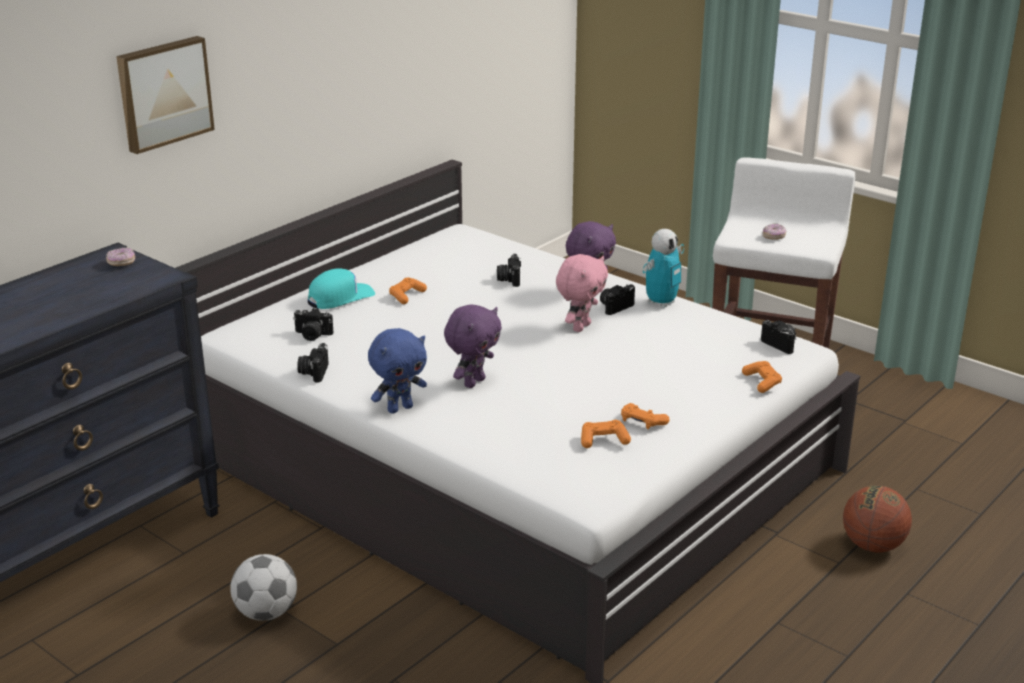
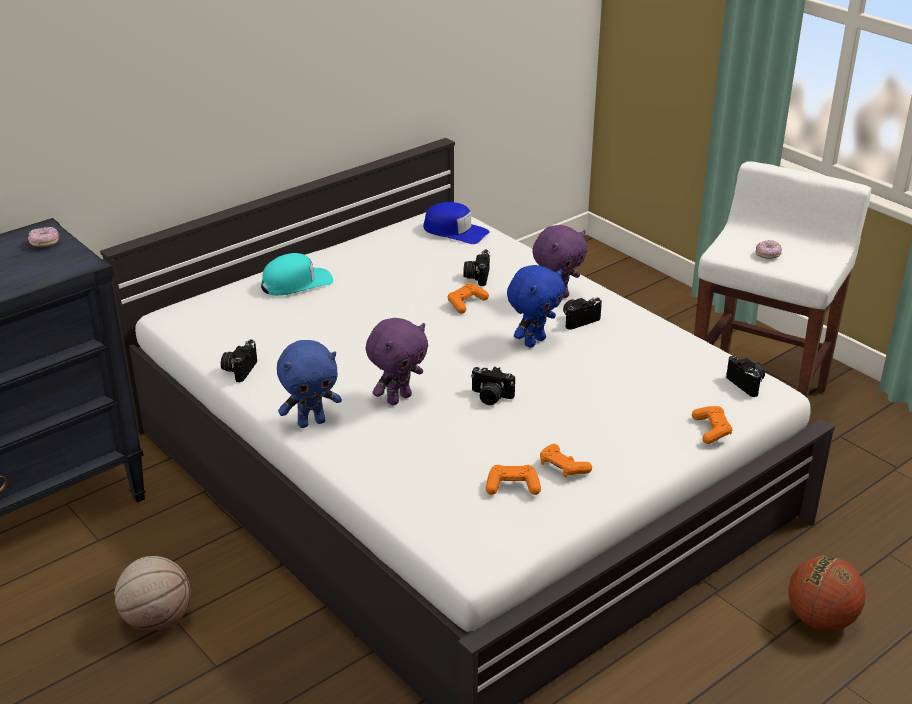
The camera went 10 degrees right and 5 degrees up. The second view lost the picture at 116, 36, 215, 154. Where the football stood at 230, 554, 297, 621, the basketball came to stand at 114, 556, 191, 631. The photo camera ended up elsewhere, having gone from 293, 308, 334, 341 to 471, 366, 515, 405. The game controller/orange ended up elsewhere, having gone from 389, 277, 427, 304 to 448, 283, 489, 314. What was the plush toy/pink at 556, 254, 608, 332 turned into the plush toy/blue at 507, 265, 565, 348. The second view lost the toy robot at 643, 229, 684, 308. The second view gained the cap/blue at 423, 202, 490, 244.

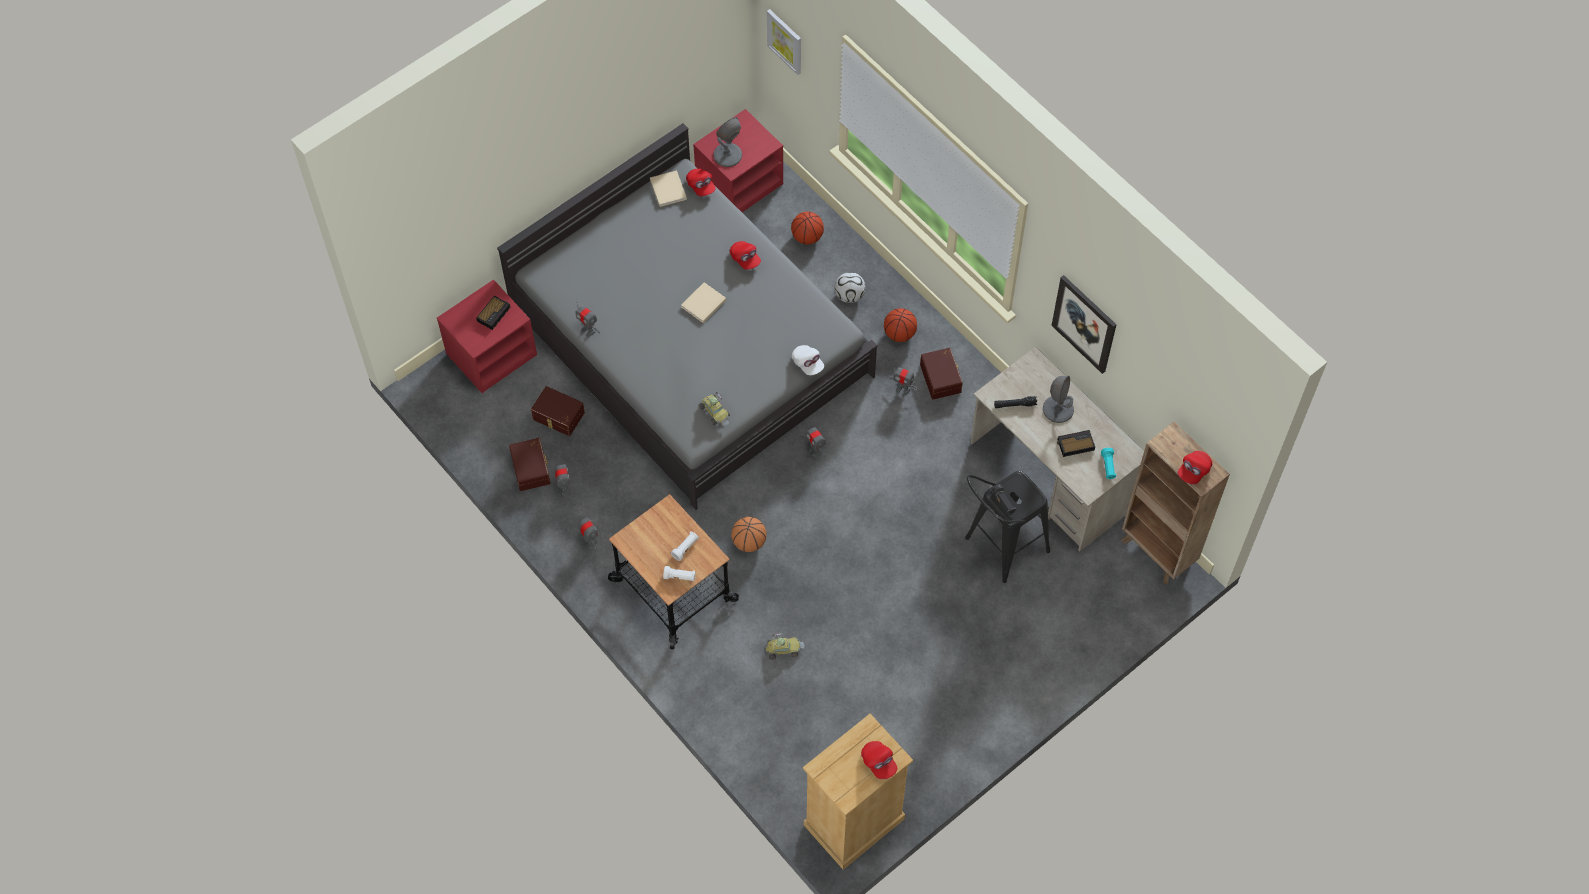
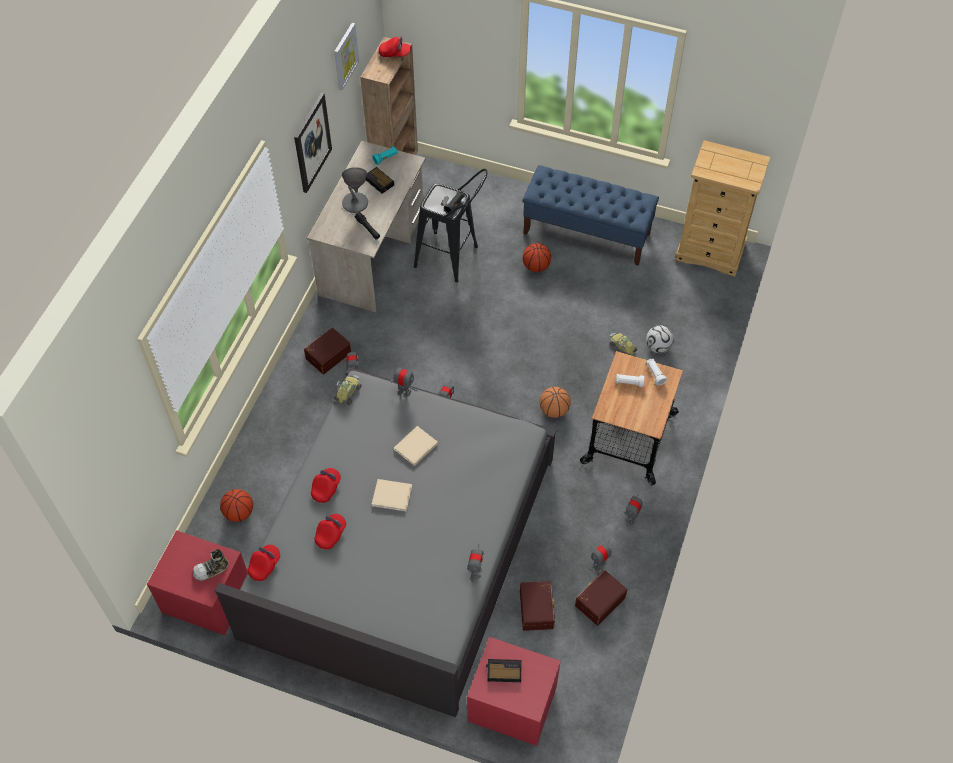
The camera went 120 degrees left and 5 degrees down. The book/beige ended up elsewhere, having gone from 650, 170, 687, 207 to 394, 426, 438, 466. The toy car ended up elsewhere, having gone from 699, 392, 730, 426 to 334, 375, 361, 405. Where the table lamp/grey stood at 713, 117, 742, 167, the shoe came to stand at 193, 549, 228, 581. The picture ended up elsewhere, having gone from 767, 9, 801, 75 to 334, 23, 359, 90. Where the cap/white stood at 792, 345, 824, 375, the toy robot came to stand at 390, 365, 417, 397. The football ended up elsewhere, having gone from 835, 272, 865, 303 to 646, 325, 674, 353. The cap/red ended up elsewhere, having gone from 861, 741, 897, 779 to 314, 514, 346, 549. The basketball ended up elsewhere, having gone from 884, 308, 917, 342 to 523, 243, 551, 272. The second view gained the bench/blue at 523, 165, 659, 266.

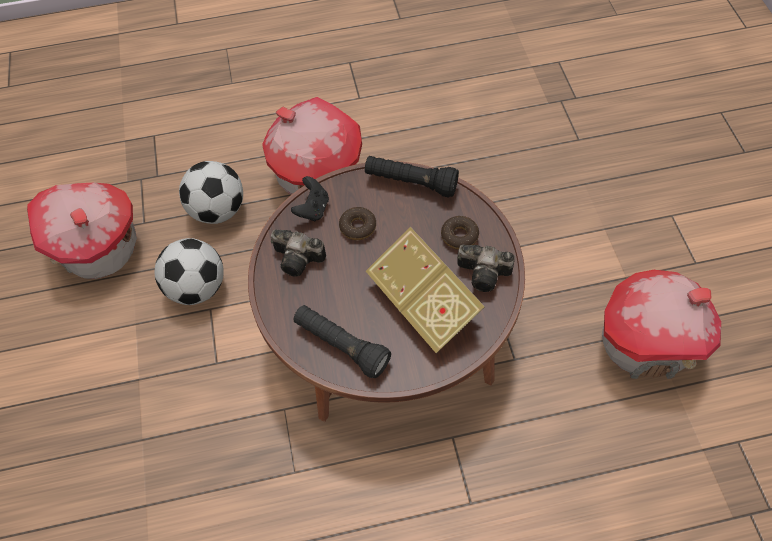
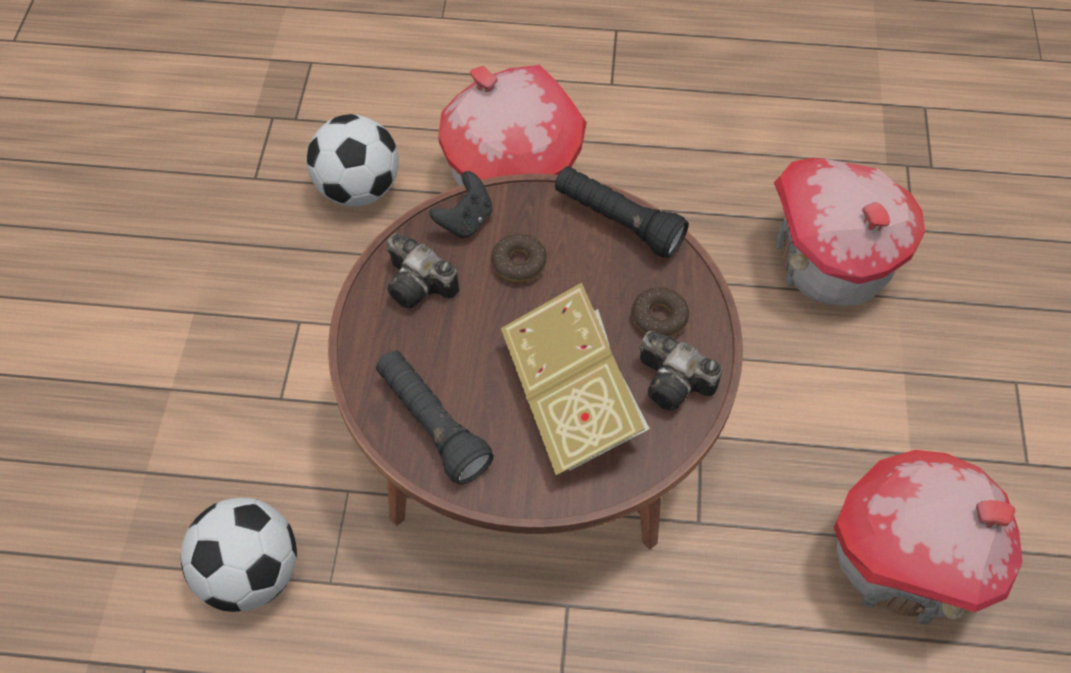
The camera went 15 degrees right and 0 degrees up. The toy house ended up elsewhere, having gone from 27, 183, 137, 279 to 774, 158, 925, 306. The football ended up elsewhere, having gone from 155, 238, 224, 305 to 181, 498, 297, 612.

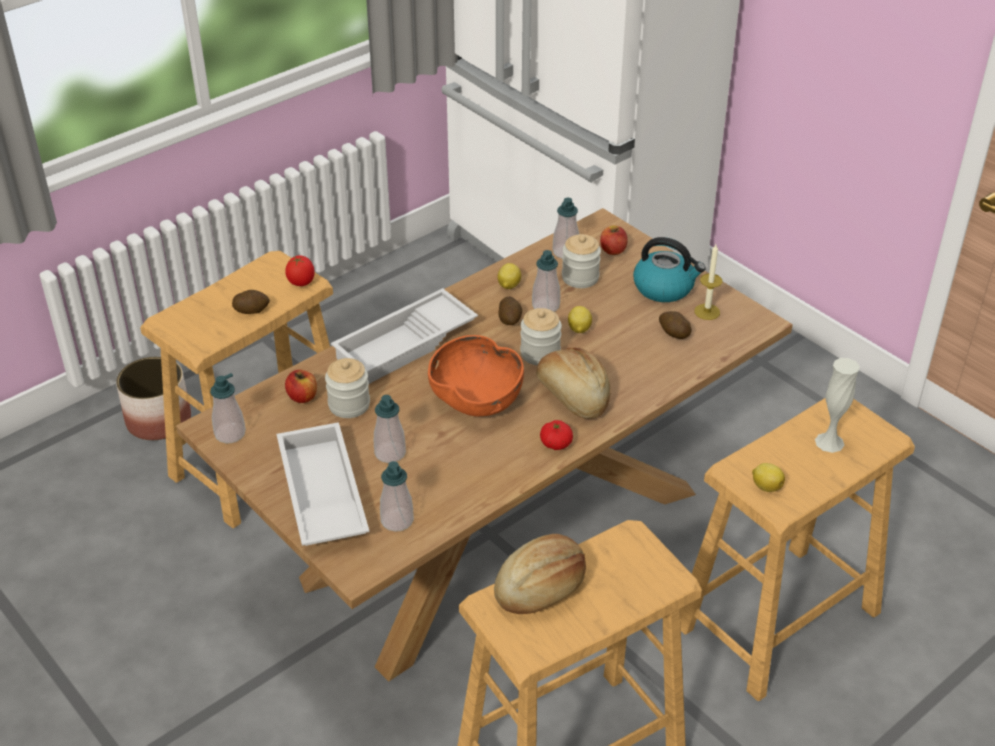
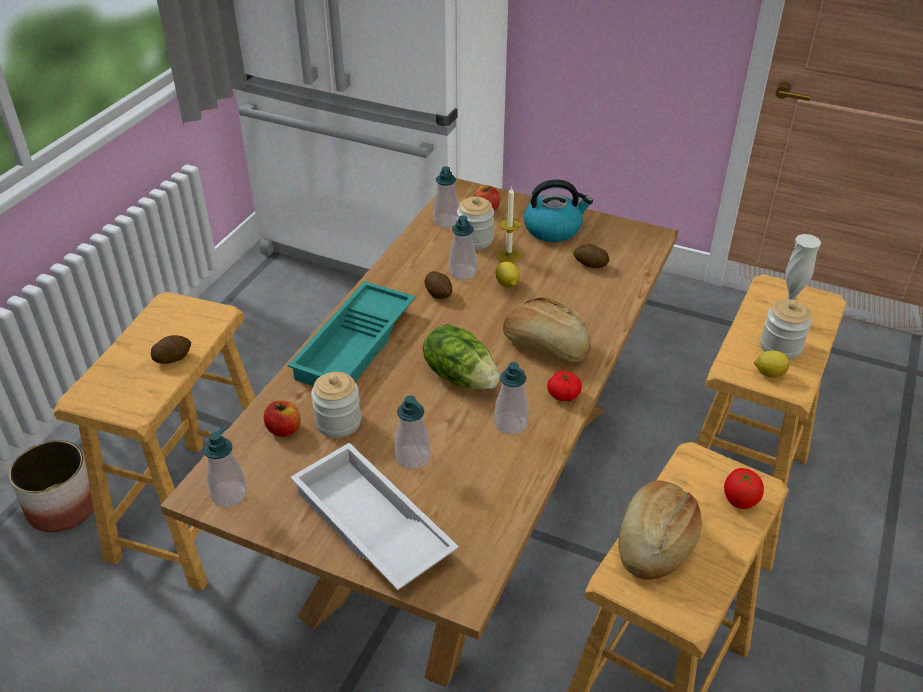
The camera went 25 degrees left and 0 degrees up. The tomato ended up elsewhere, having gone from 285, 255, 315, 286 to 724, 468, 764, 509. What was the tray/white at 331, 288, 478, 384 turned into the tray/turquoise at 288, 281, 415, 386. The soap dispenser ended up elsewhere, having gone from 380, 461, 414, 532 to 494, 362, 528, 434. Where the bowl/orange stood at 428, 335, 524, 416, the lettuce came to stand at 423, 324, 500, 389. The second view lost the lemon at 498, 263, 521, 289. The jar ended up elsewhere, having gone from 520, 308, 562, 366 to 760, 299, 812, 359. The candle ended up elsewhere, having gone from 694, 244, 722, 320 to 497, 186, 521, 263.

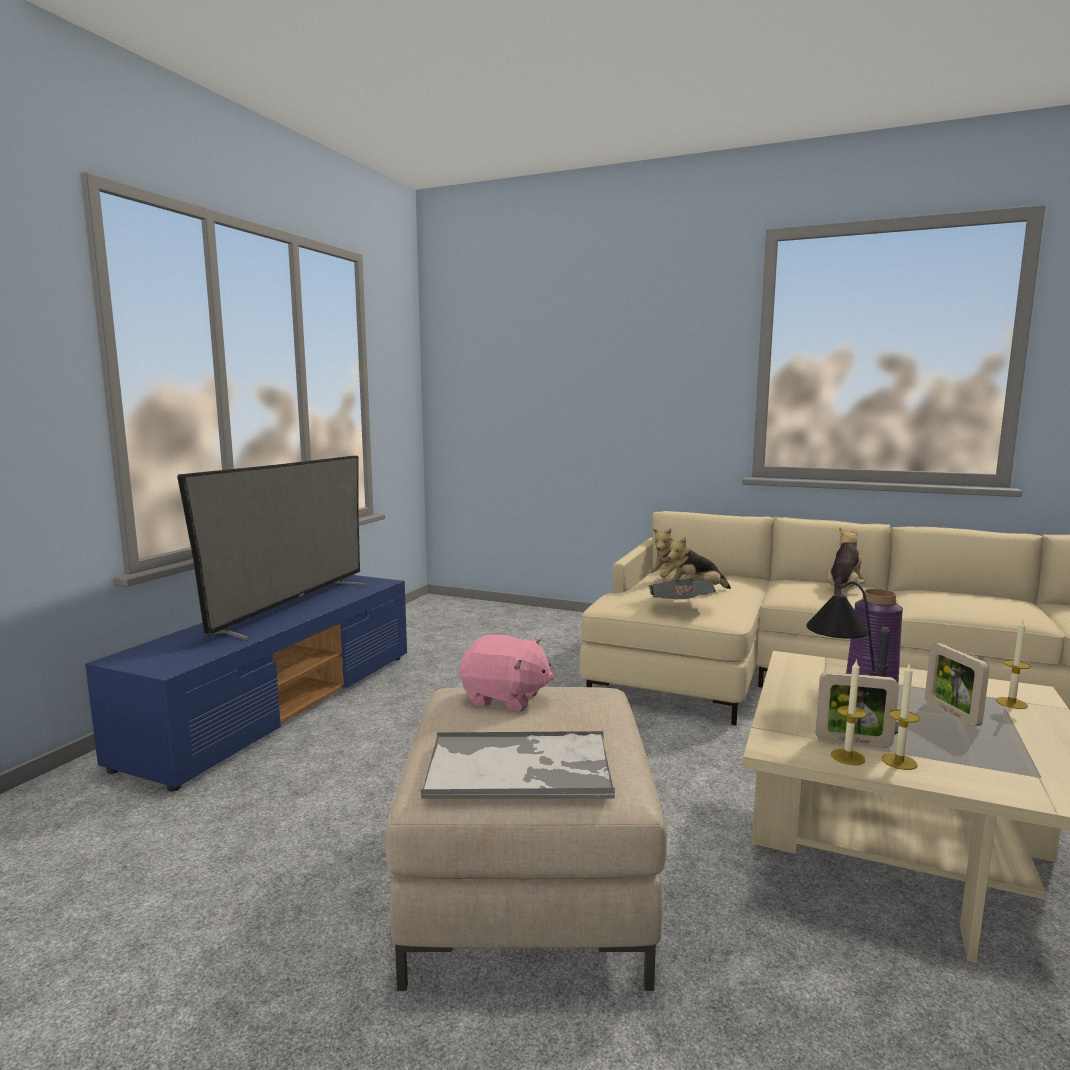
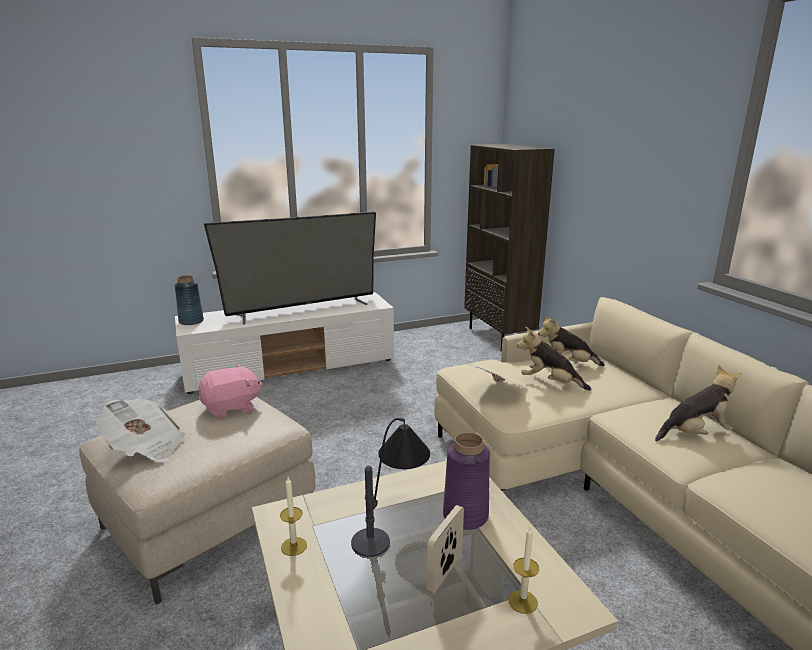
The camera went 45 degrees right and 10 degrees up. What was the tv stand/blue at 85, 575, 407, 792 turned into the tv stand/white at 175, 292, 394, 394. Where the tray stood at 421, 731, 615, 799, the newspaper came to stand at 96, 399, 185, 462. The plush toy/pink at 460, 635, 554, 711 ended up facing another way, 90 degrees counterclockwise from before. The second view lost the picture frame at 816, 672, 899, 748. The second view lost the candle at 882, 662, 920, 770. The second view gained the vase/blue at 175, 275, 204, 325. The second view gained the bookcase/brown at 464, 144, 555, 351.

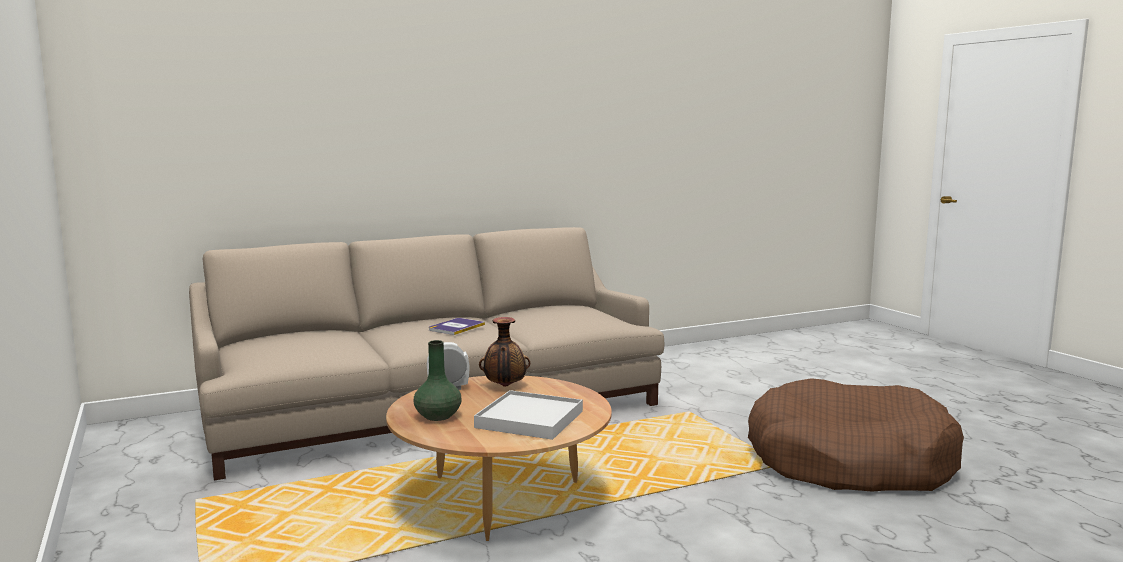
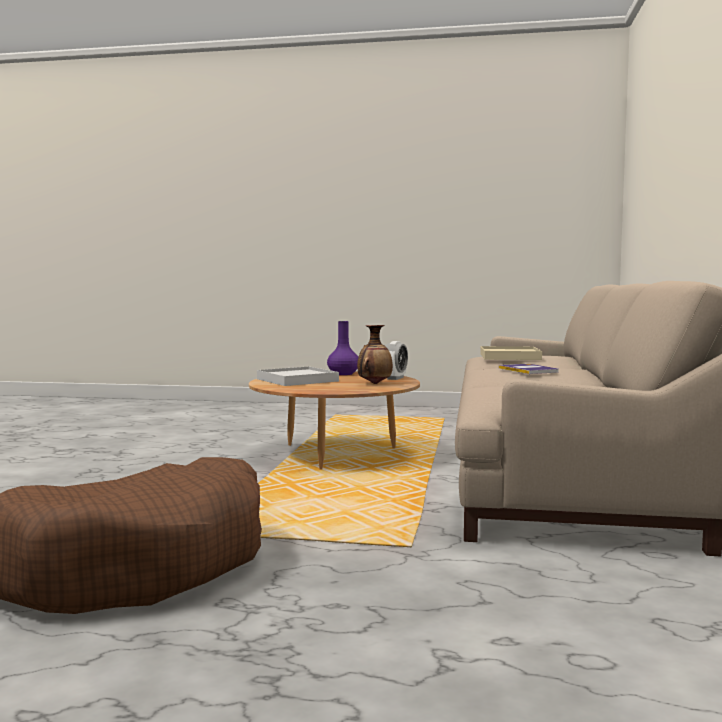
The camera went 125 degrees right and 5 degrees down. What was the vase/green at 414, 340, 462, 421 turned into the vase/purple at 327, 321, 358, 375. The second view gained the tray/beige at 480, 346, 542, 360.

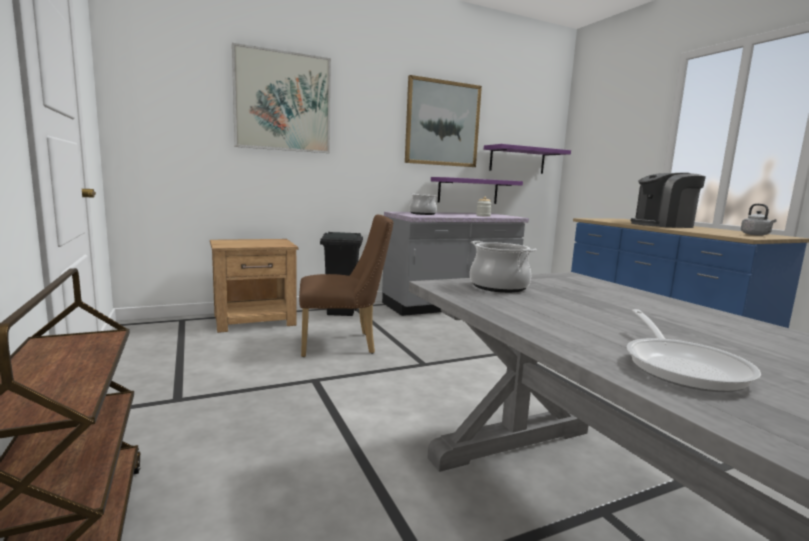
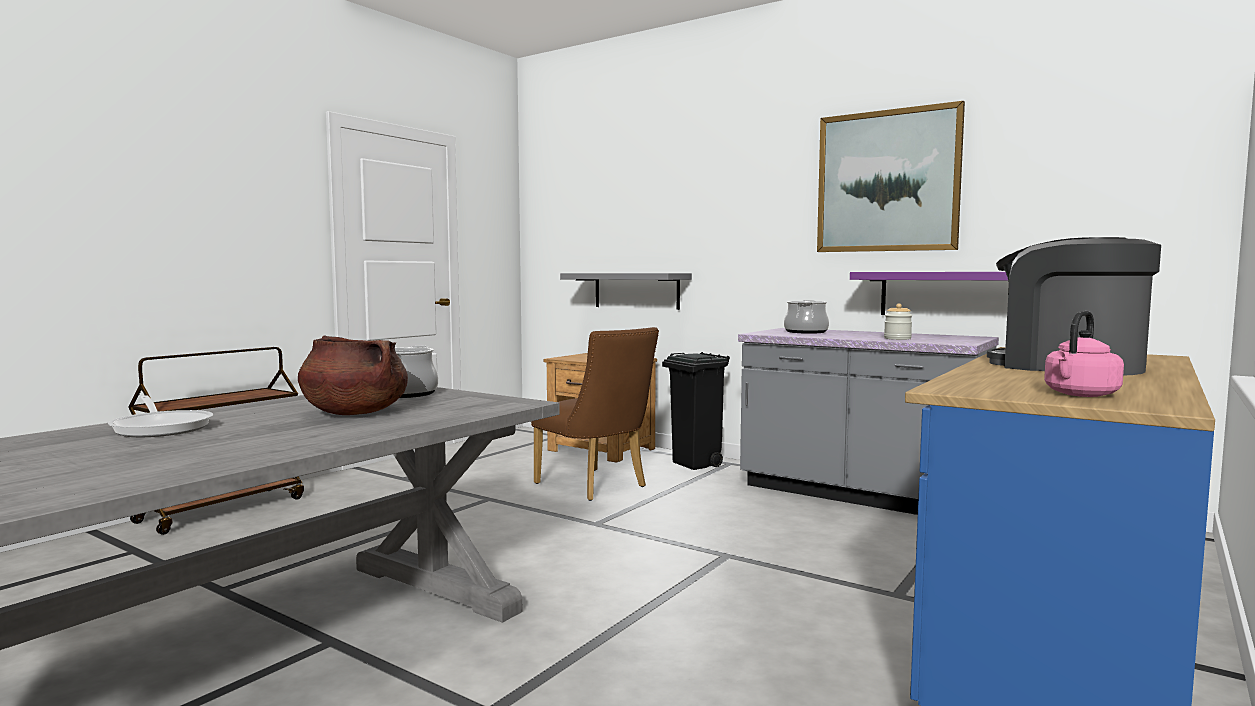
The camera went 60 degrees right and 5 degrees down. The second view lost the picture at 232, 43, 331, 153. The second view lost the shelf/purple at 484, 144, 571, 174. The frying pan at 626, 309, 761, 392 ended up facing another way, 105 degrees counterclockwise from before. What was the kettle/grey at 741, 204, 777, 236 turned into the kettle/pink at 1044, 311, 1124, 397. The second view gained the cooking pot/brown at 298, 335, 408, 415. The second view gained the shelf/grey at 560, 273, 692, 310.

